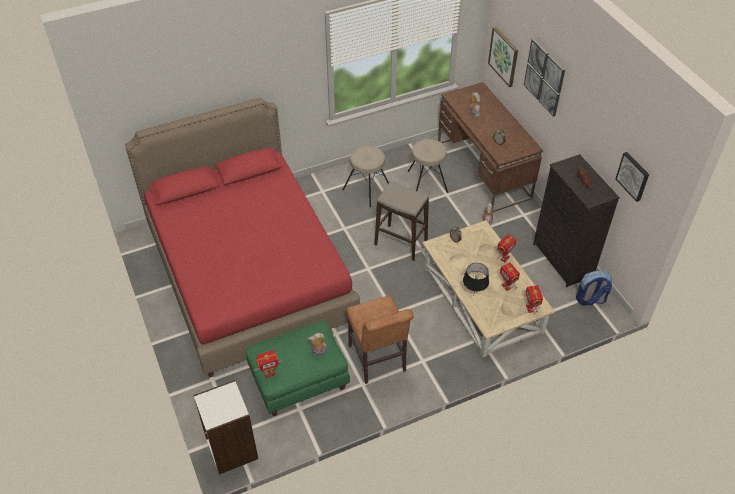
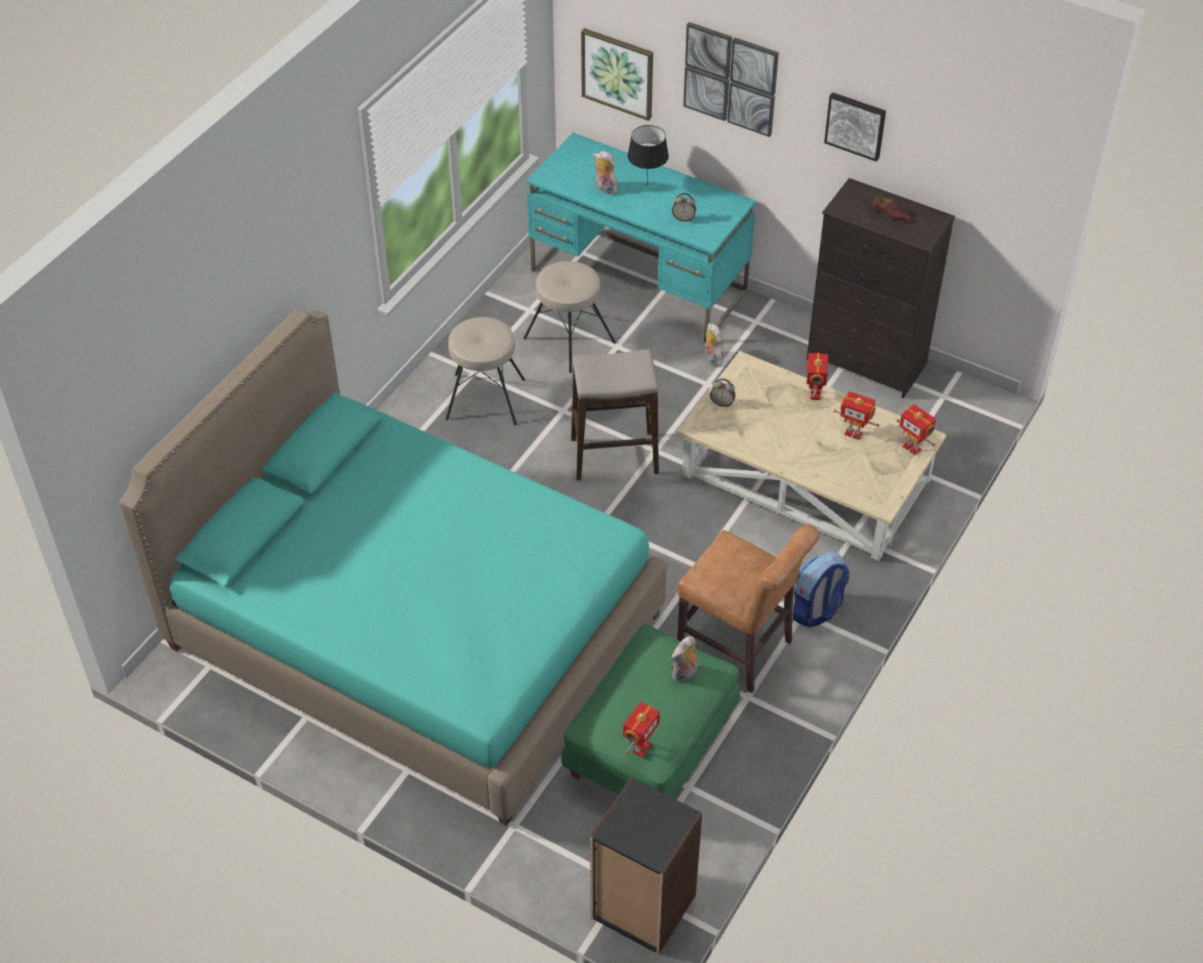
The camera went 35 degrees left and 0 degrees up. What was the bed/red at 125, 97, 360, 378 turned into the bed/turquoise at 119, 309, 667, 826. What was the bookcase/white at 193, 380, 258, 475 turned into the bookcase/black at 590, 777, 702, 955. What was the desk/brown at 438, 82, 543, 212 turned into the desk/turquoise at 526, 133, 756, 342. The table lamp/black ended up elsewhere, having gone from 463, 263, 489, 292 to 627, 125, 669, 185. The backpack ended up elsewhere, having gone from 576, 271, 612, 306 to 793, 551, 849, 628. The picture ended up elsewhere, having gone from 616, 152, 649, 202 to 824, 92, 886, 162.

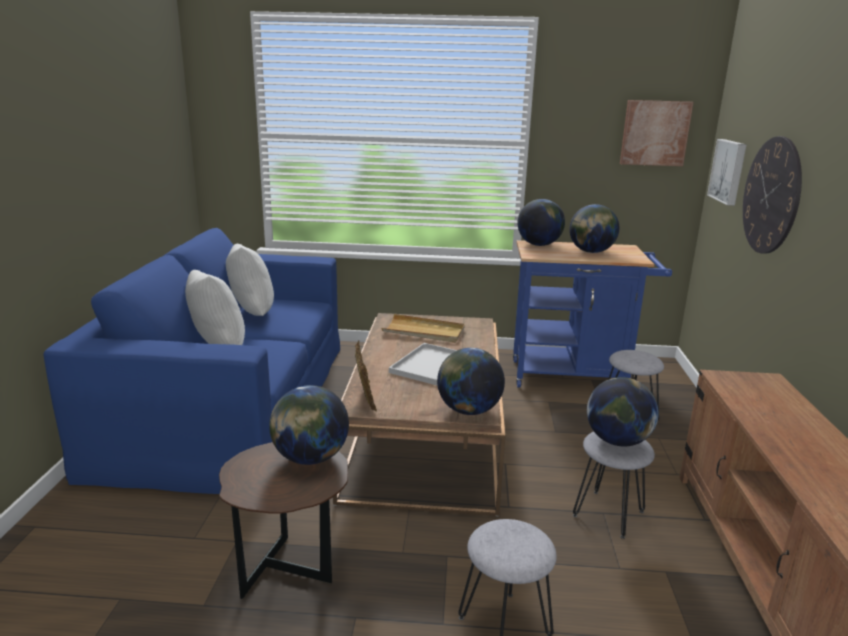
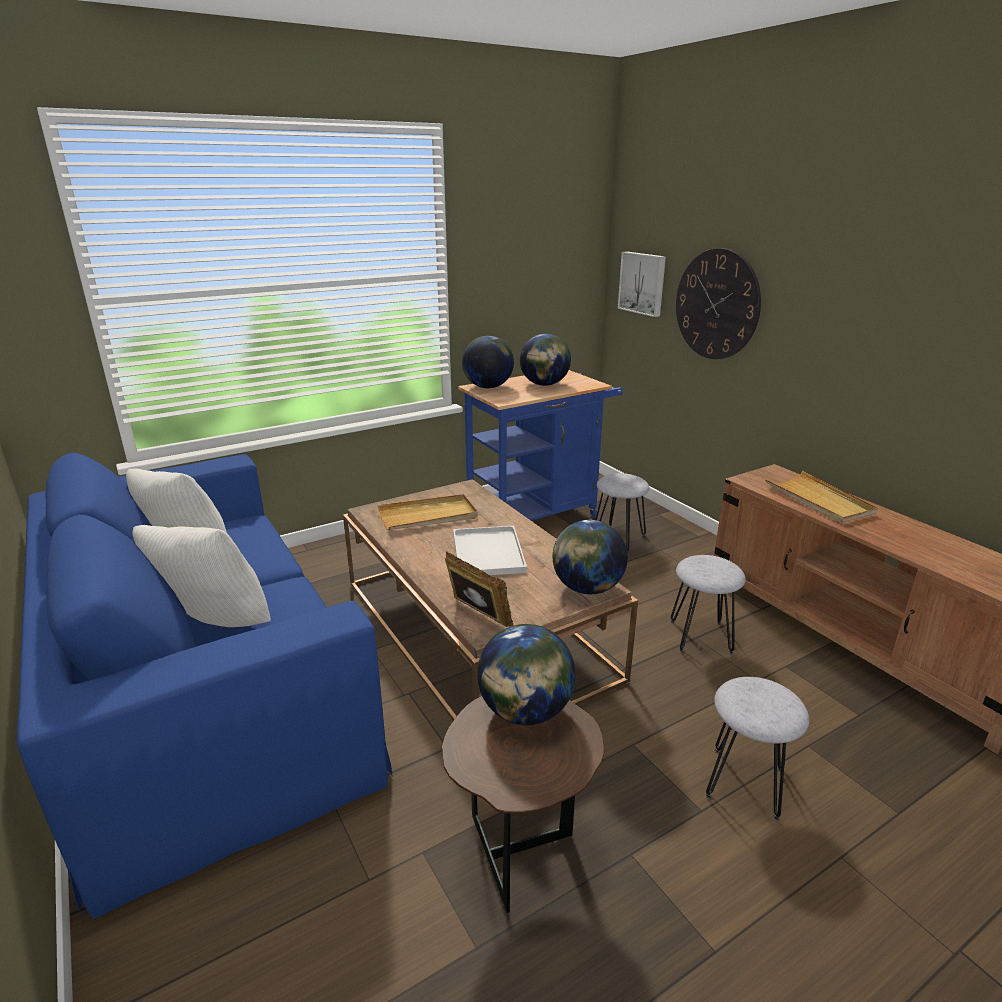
The camera went 35 degrees left and 5 degrees up. The second view lost the globe at 587, 377, 659, 447. The second view lost the picture at 620, 100, 693, 166. The second view gained the tray/beige at 765, 471, 878, 523.

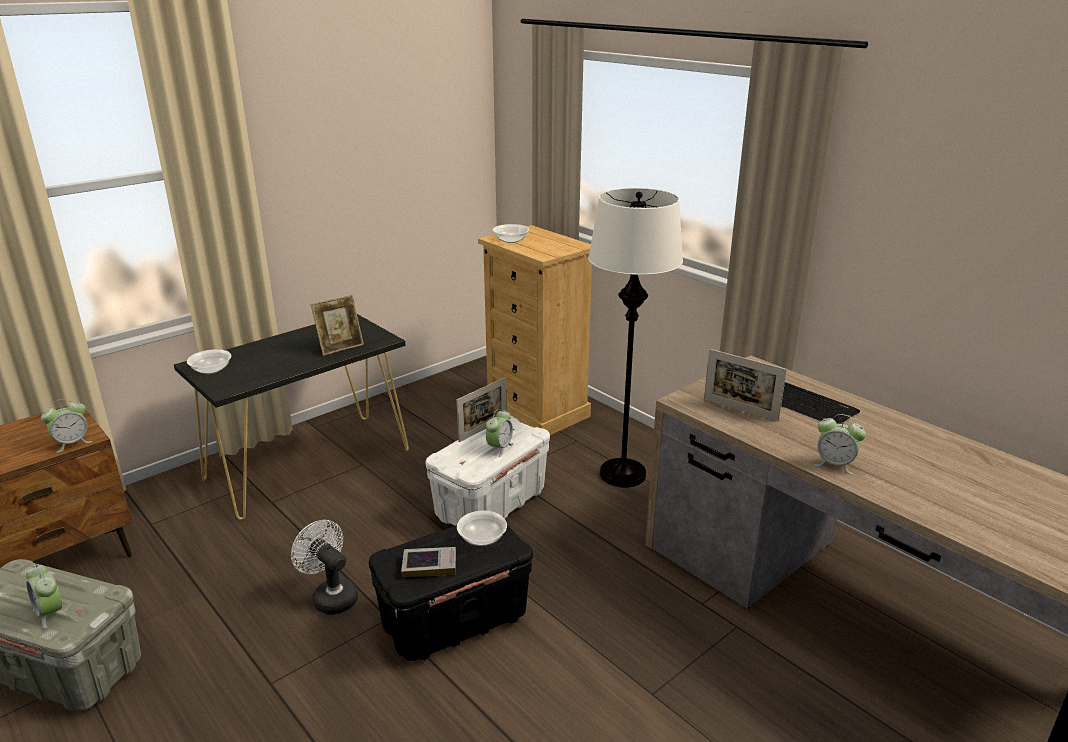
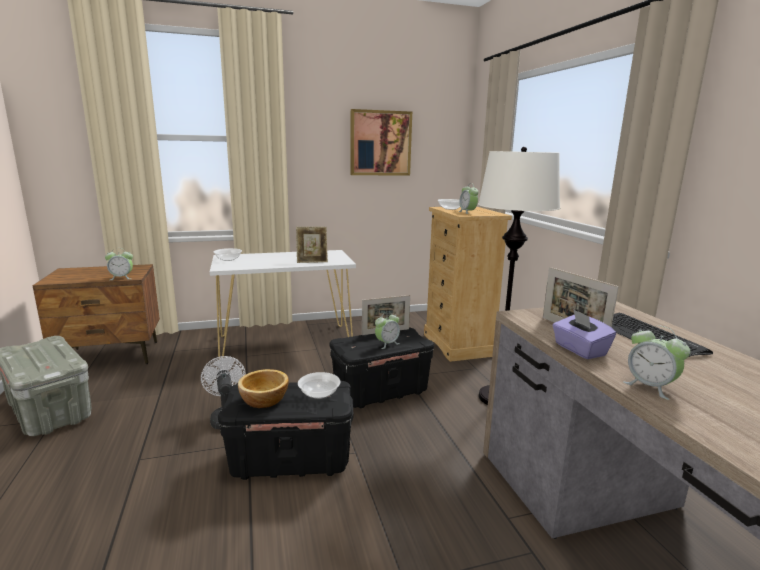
The camera went 25 degrees right and 10 degrees down. The alarm clock ended up elsewhere, having gone from 26, 564, 62, 629 to 458, 183, 478, 214. What was the console table/black at 174, 314, 409, 520 turned into the console table/white at 210, 250, 356, 358. Where the book stood at 401, 547, 456, 577, the bowl came to stand at 238, 369, 289, 408. What was the storage box/white at 426, 415, 550, 526 turned into the storage box/black at 330, 327, 434, 408. The second view gained the picture at 351, 109, 412, 175. The second view gained the tissue box/purple at 552, 309, 616, 359.

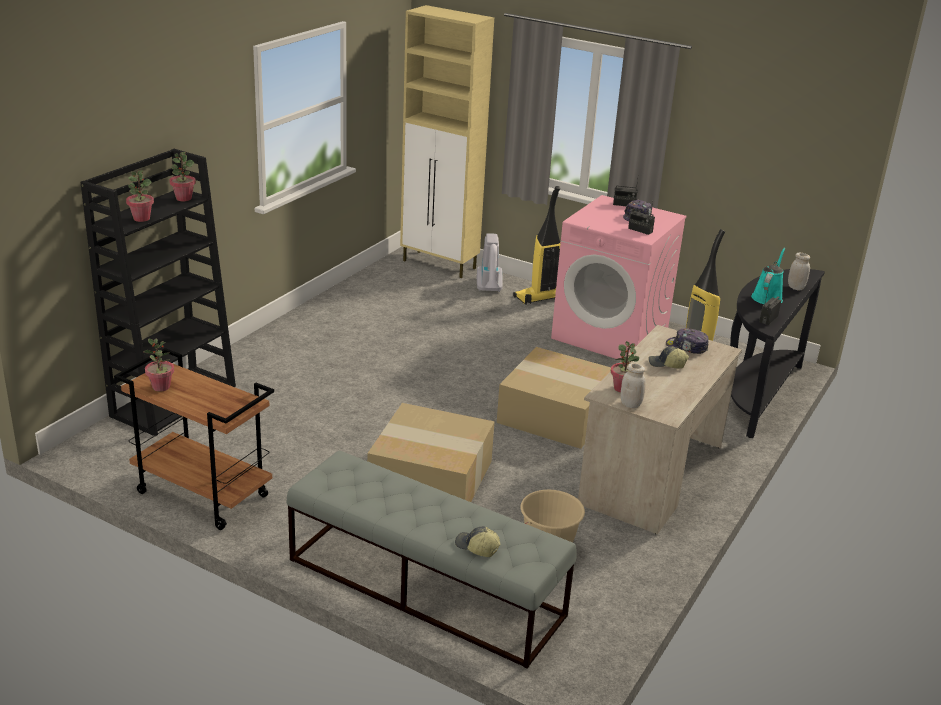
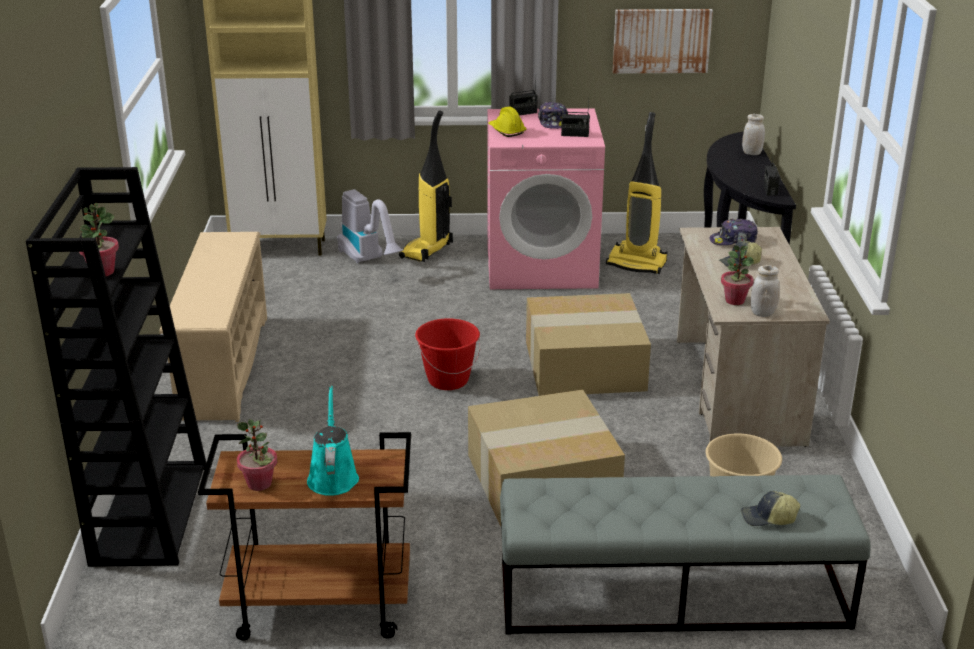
The camera went 30 degrees left and 0 degrees up. The second view lost the potted plant at 169, 152, 196, 201. The watering can/turquoise ended up elsewhere, having gone from 751, 248, 785, 304 to 307, 386, 359, 496. The second view gained the shoe rack/beige at 159, 232, 267, 422. The second view gained the bucket/red at 415, 318, 480, 390. The second view gained the hard hat/yellow at 489, 106, 527, 137. The second view gained the picture at 613, 9, 713, 74.

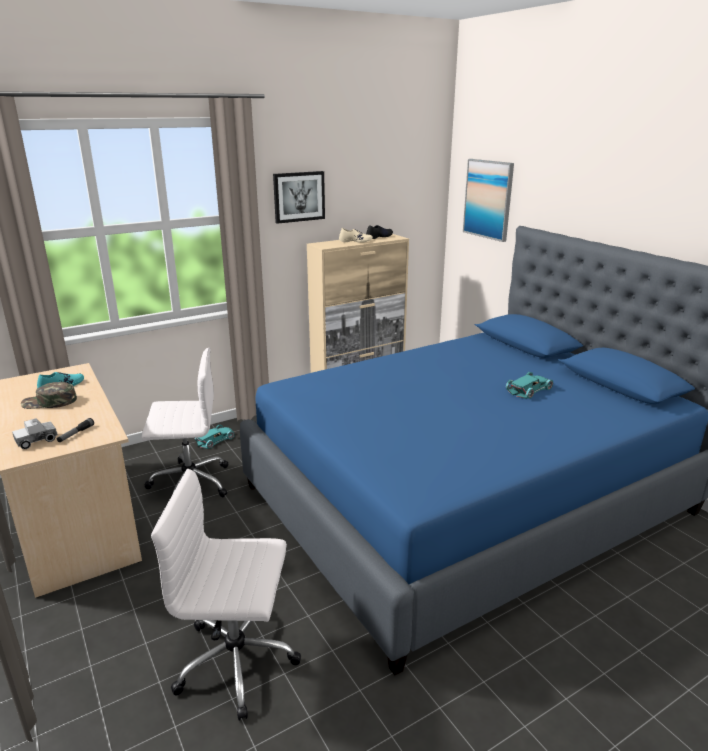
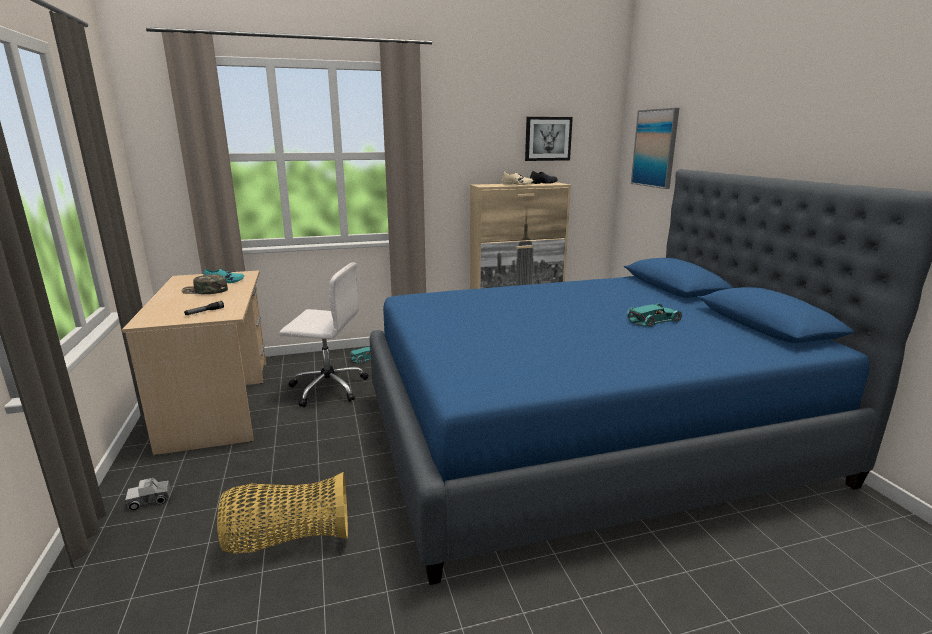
The camera went 15 degrees right and 5 degrees down. The toy truck ended up elsewhere, having gone from 12, 418, 58, 449 to 125, 478, 171, 511. Where the office chair/white stood at 151, 469, 301, 721, the basket came to stand at 217, 472, 348, 553. The picture ended up elsewhere, having gone from 273, 171, 325, 224 to 525, 117, 573, 161.

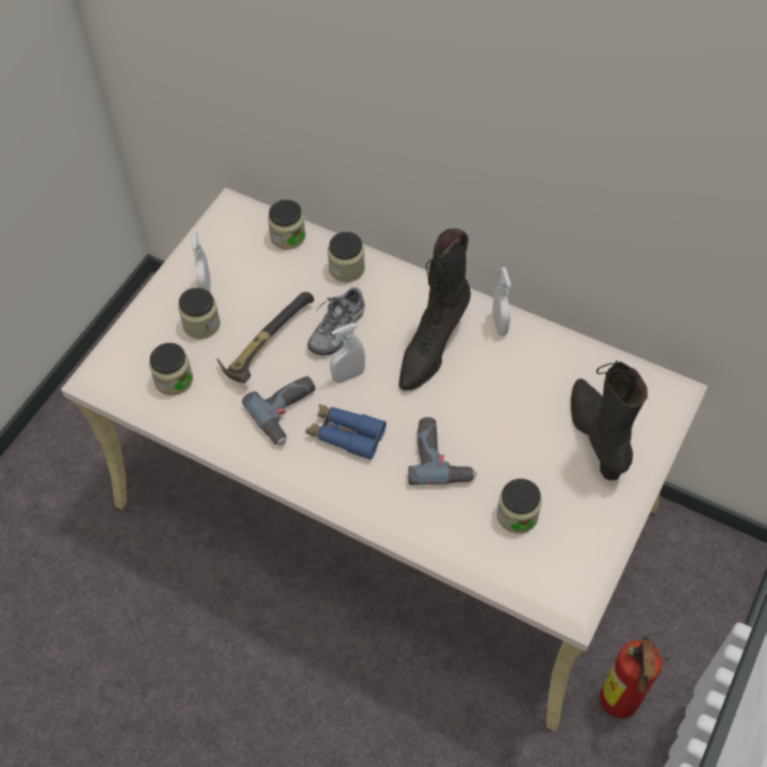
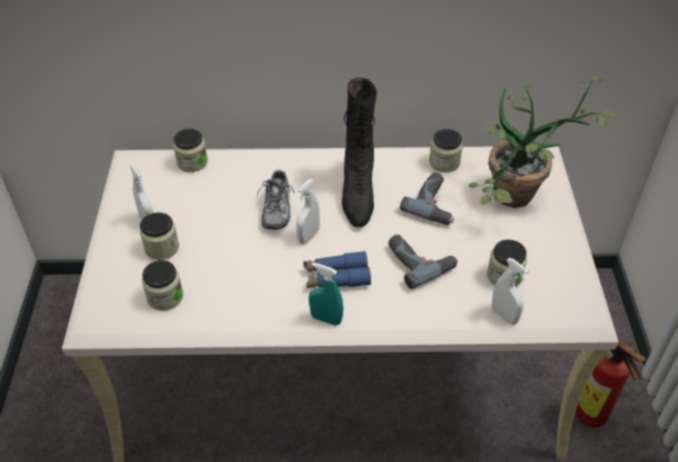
The camera went 30 degrees left and 10 degrees down. The second view lost the hammer at 217, 292, 314, 383. The power drill ended up elsewhere, having gone from 242, 376, 316, 445 to 400, 172, 454, 225. The jar ended up elsewhere, having gone from 328, 232, 365, 282 to 429, 129, 463, 173. The spray bottle/white ended up elsewhere, having gone from 492, 267, 511, 336 to 492, 258, 529, 325. Where the boot/black stood at 571, 360, 648, 481, the potted plant came to stand at 469, 76, 616, 208. The second view gained the spray bottle/turquoise at 309, 262, 343, 326.

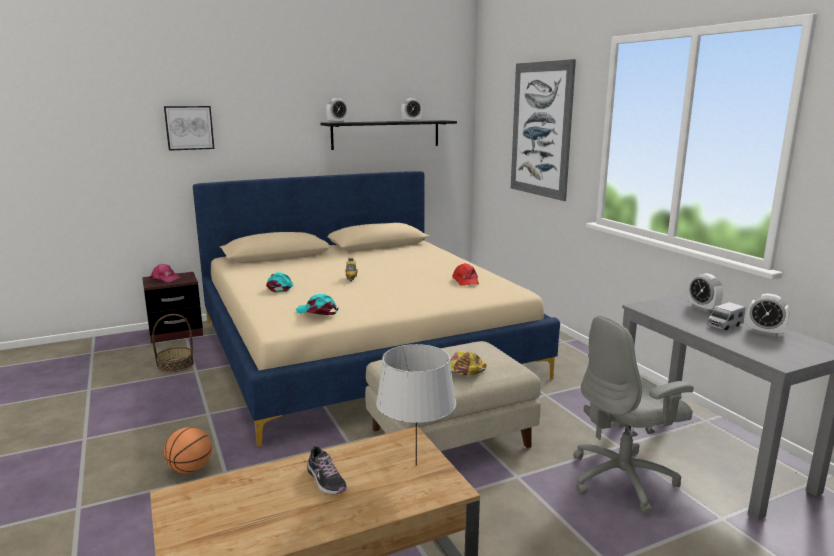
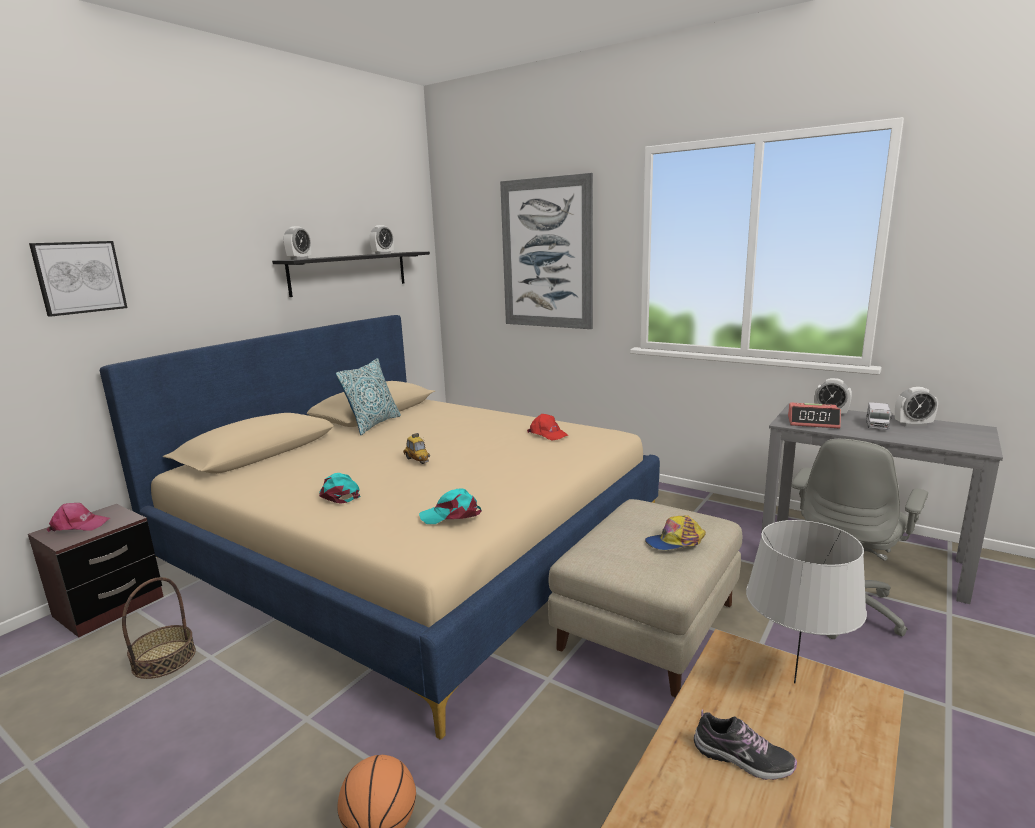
The camera went 30 degrees left and 0 degrees up. The second view gained the pillow at 336, 358, 401, 435. The second view gained the alarm clock at 788, 403, 841, 428.

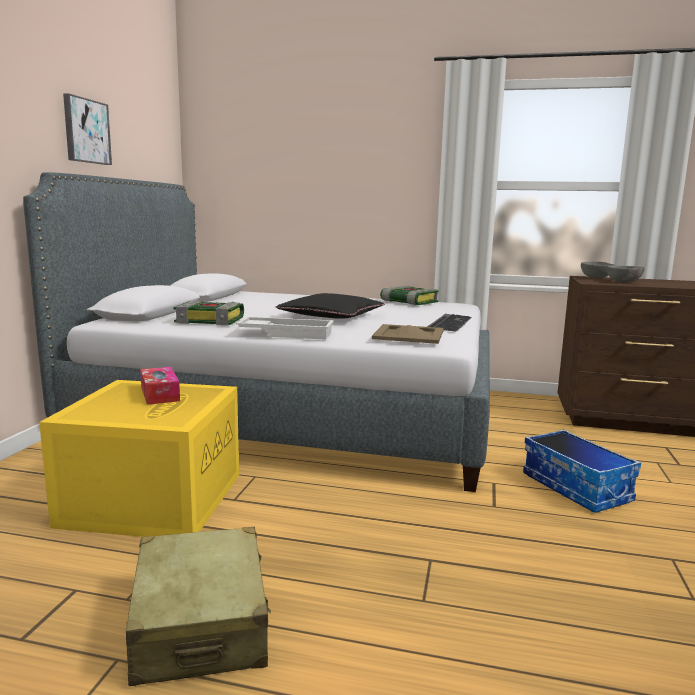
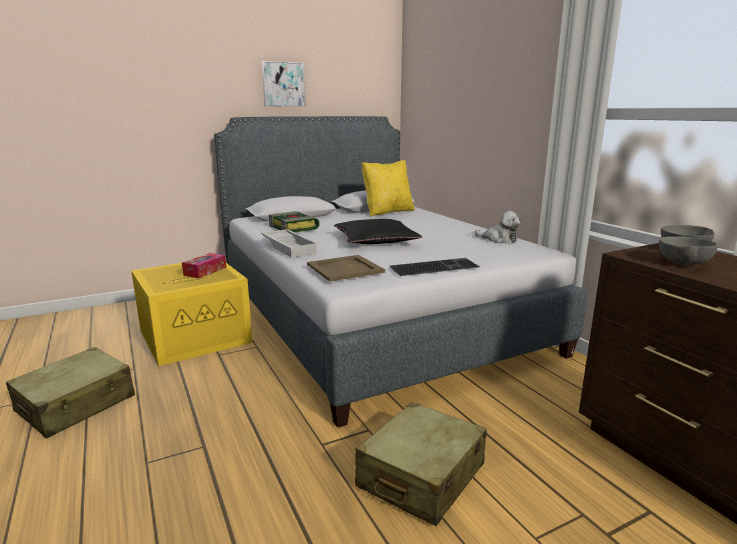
The camera went 50 degrees right and 5 degrees up. Where the book stood at 380, 285, 439, 305, the plush toy came to stand at 475, 211, 521, 244. Where the storage box stood at 523, 430, 641, 513, the suitcase/beige came to stand at 355, 402, 487, 526. The second view gained the pillow/yellow at 361, 160, 415, 217.

